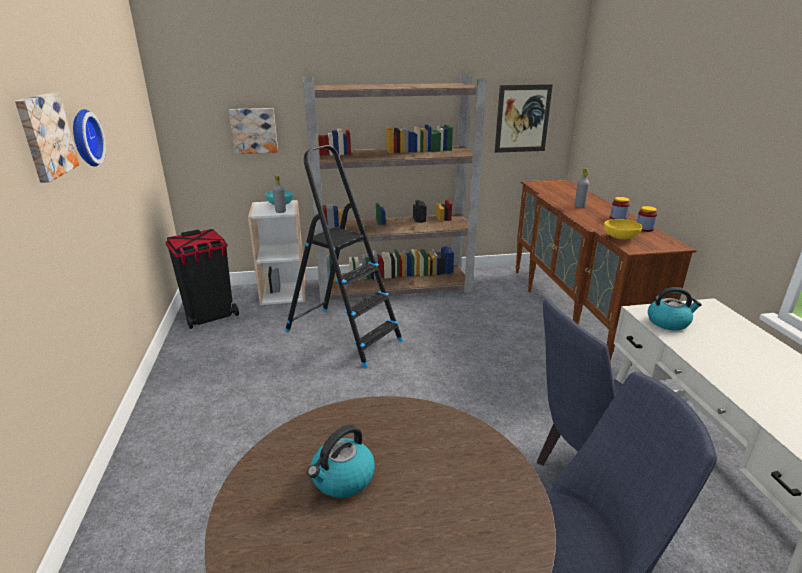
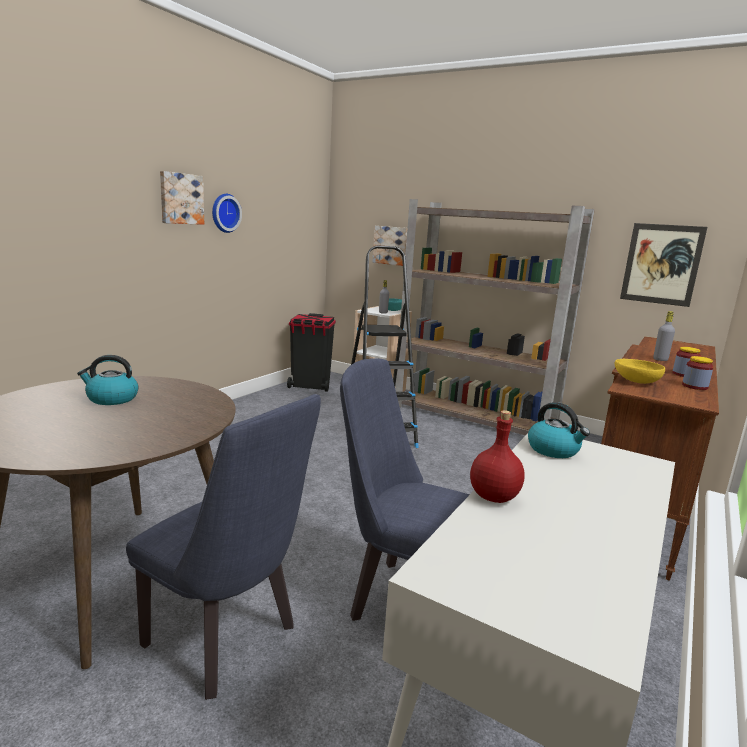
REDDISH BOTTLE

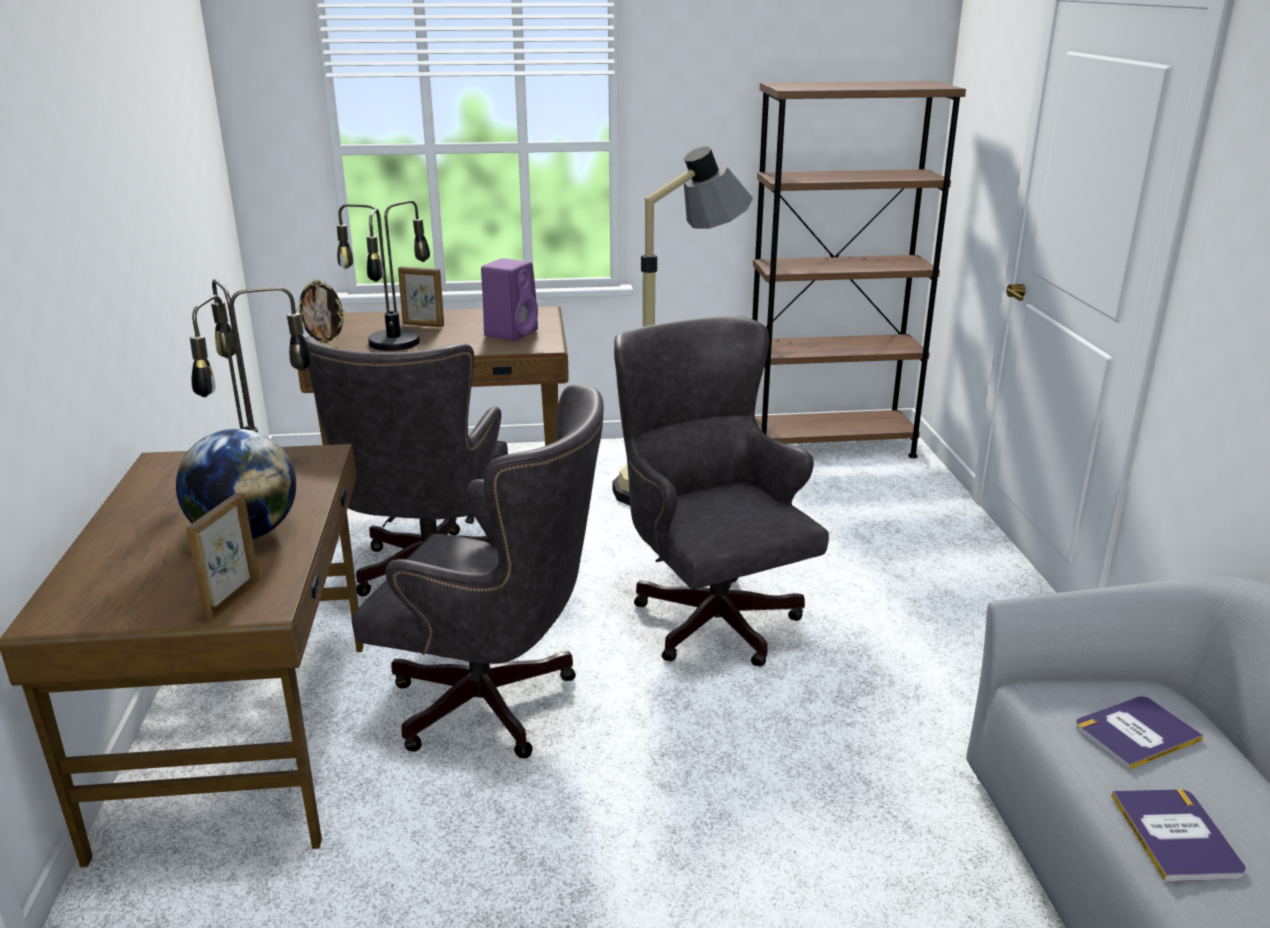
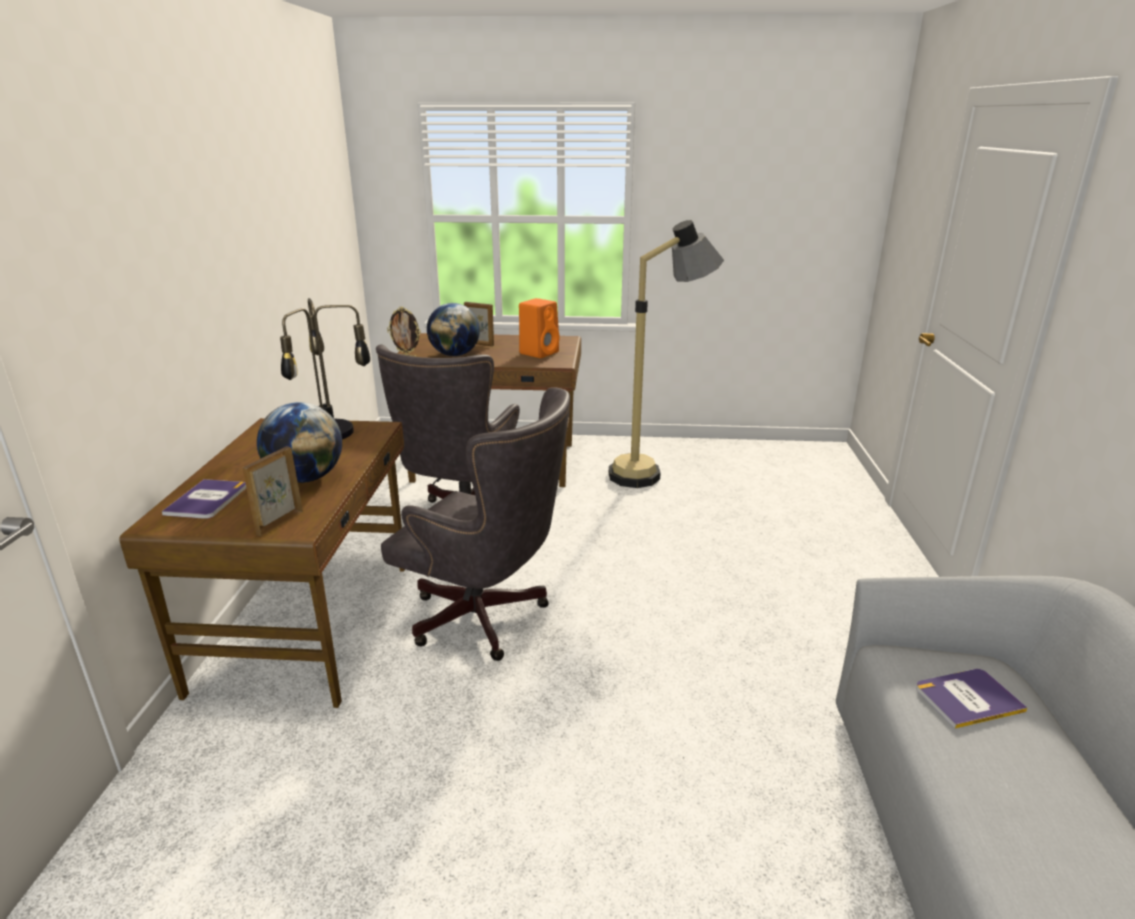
VOLUME (1st from left); GLOBE (2nd from left); ORANGE LOUDSPEAKER; GRAY DESK CHAIR (3rd from left in the first image); BROWN BOOKCASE

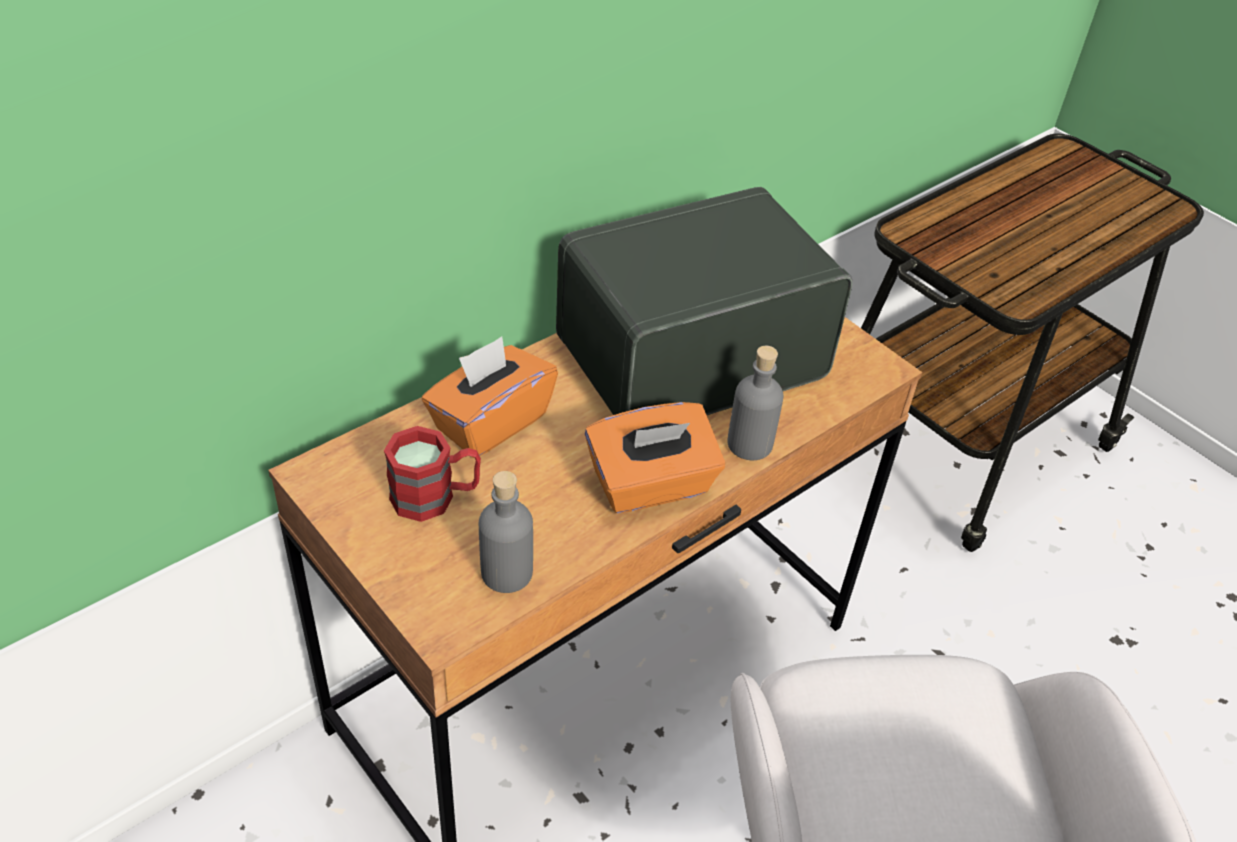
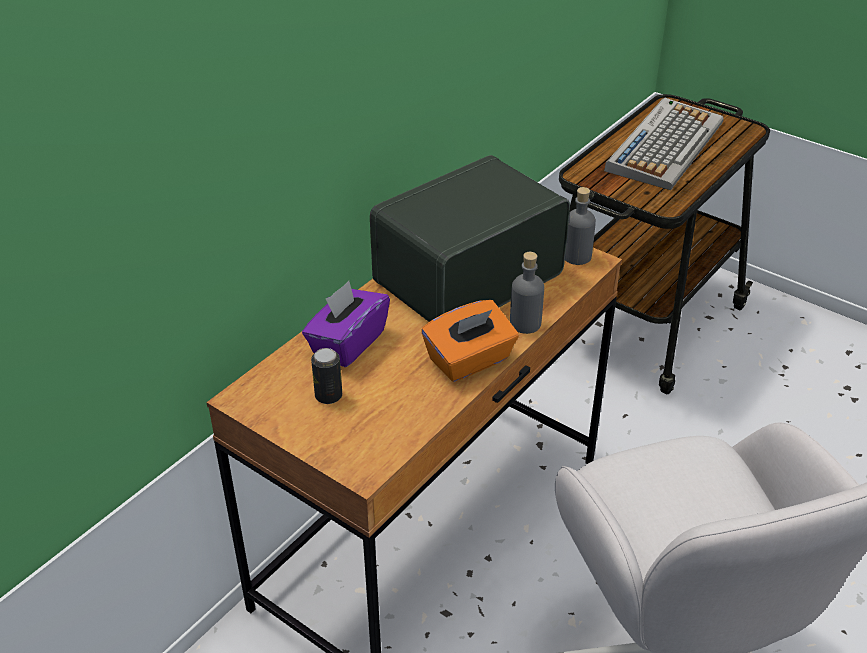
PURPLE TISSUE BOX; SEALED CAN; GRAY BOTTLE (2nd from left); PC KEYBOARD

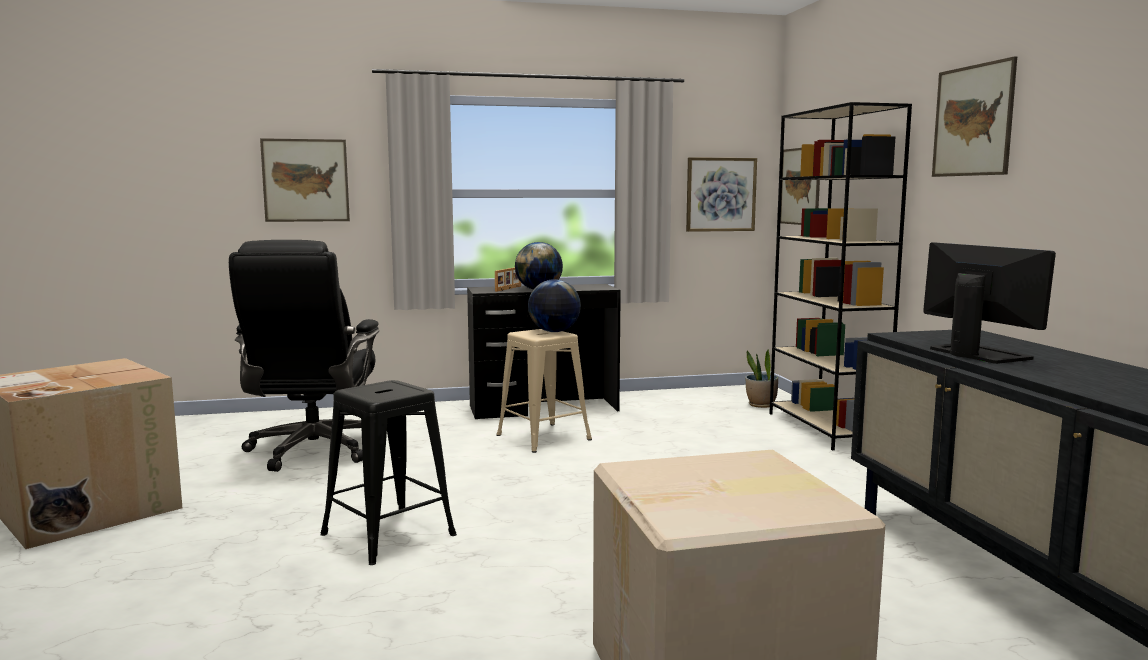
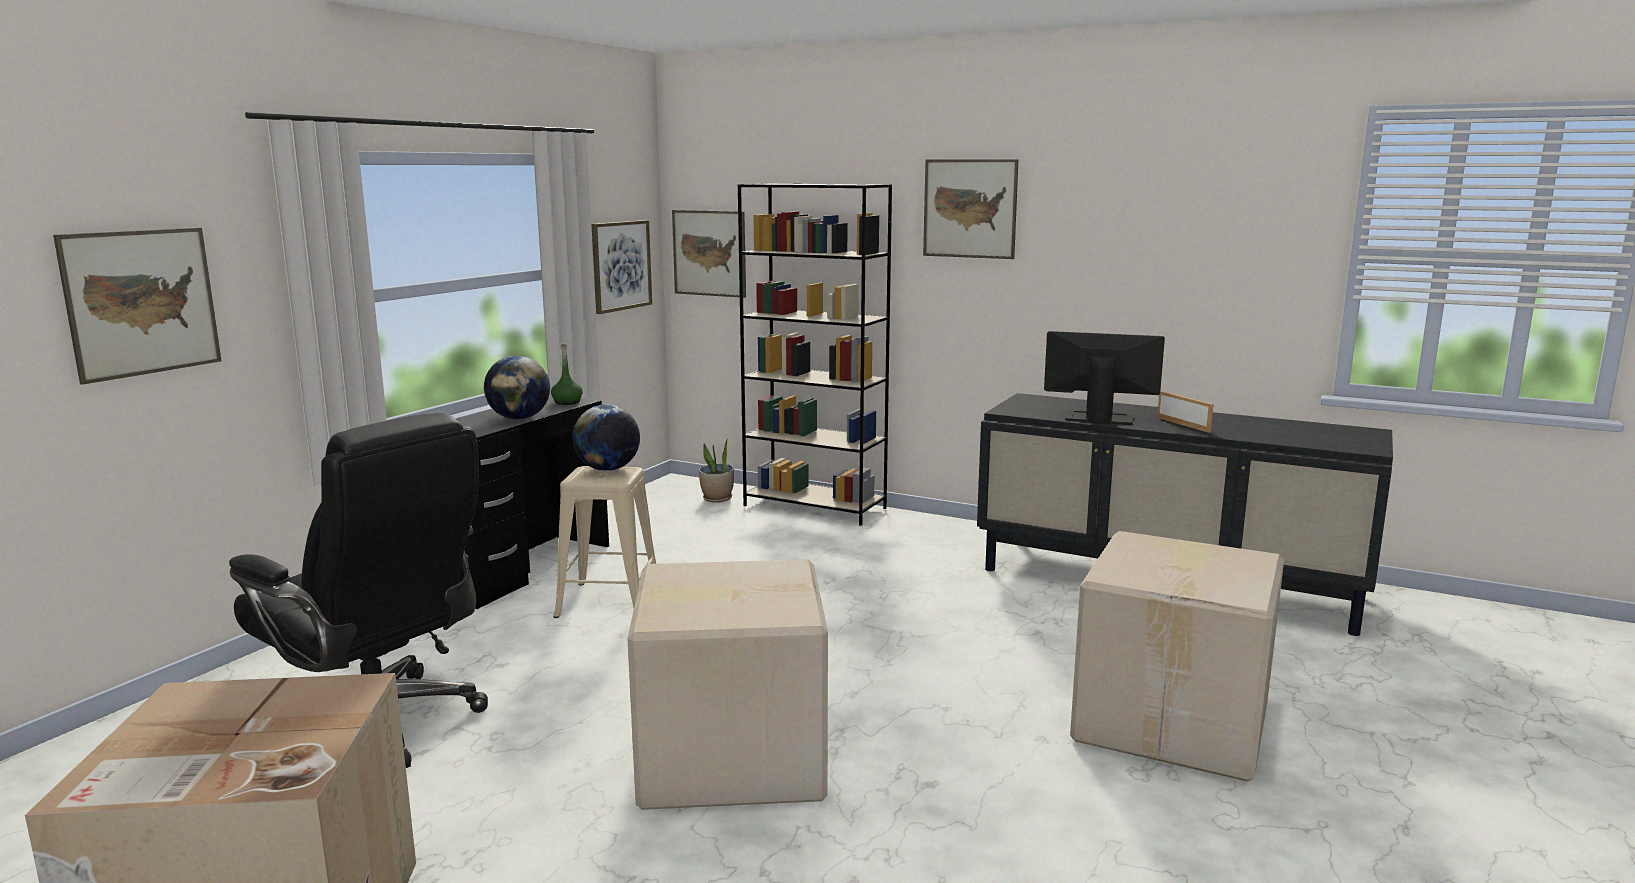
GREEN-COLOURED BOTTLE; CARDBOARD BOX (2nd from left); STANDING FRAME

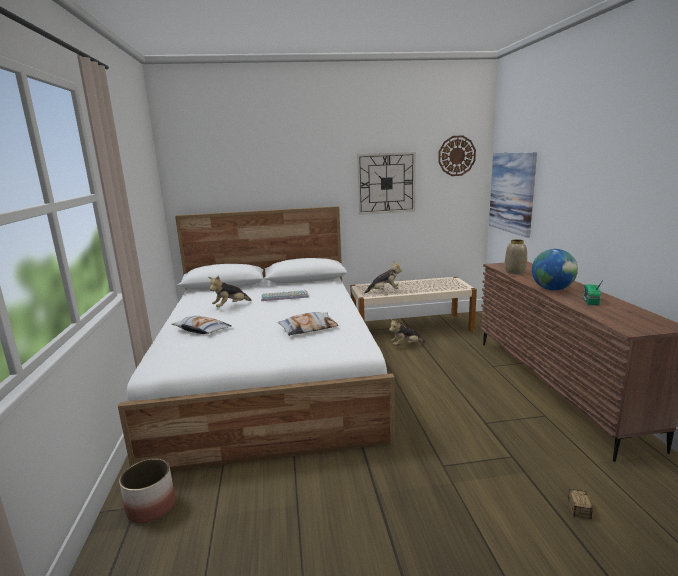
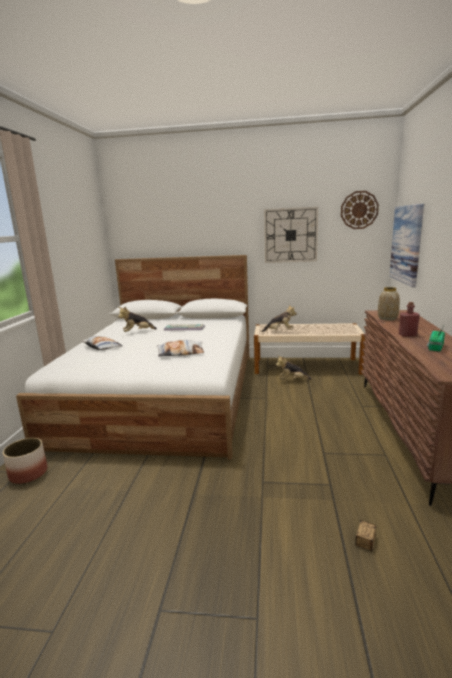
REDDISH BOTTLE

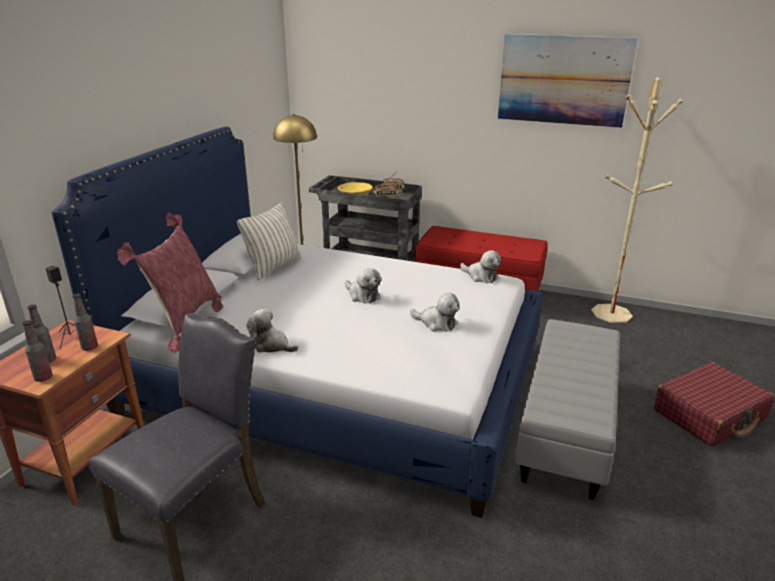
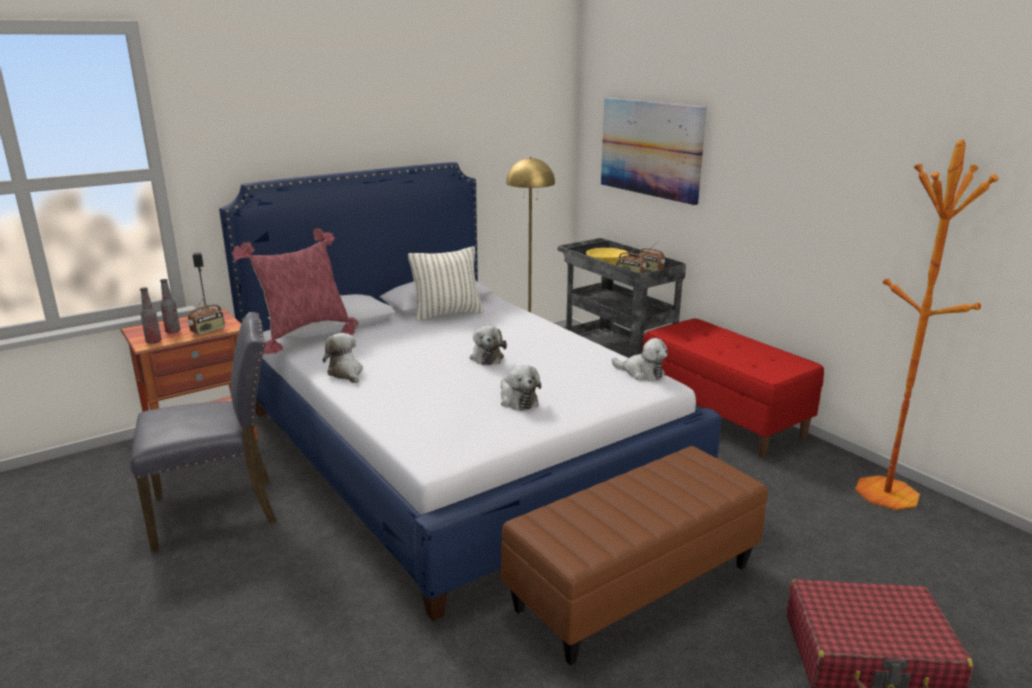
RADIO SET (1st from left); BROWN POUFFE; WALL ART; PLUSH TOY (4th from left); ORANGE GARMENT STAND

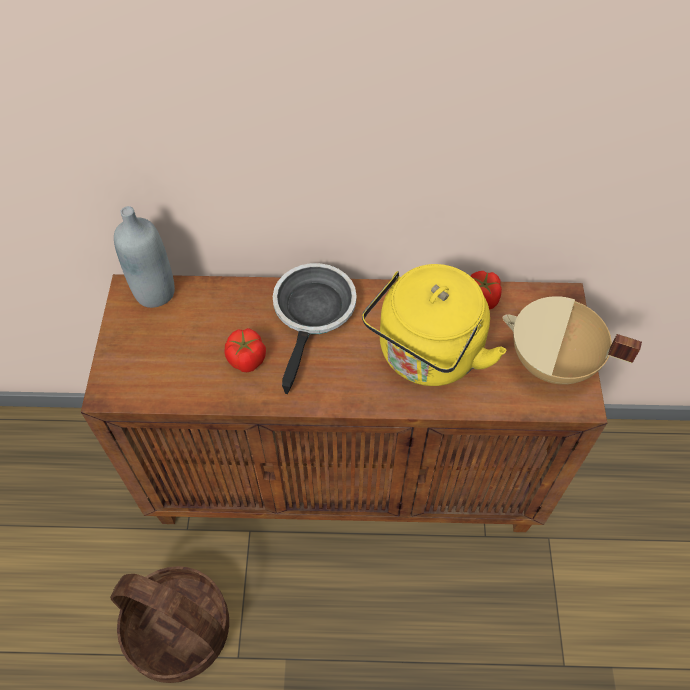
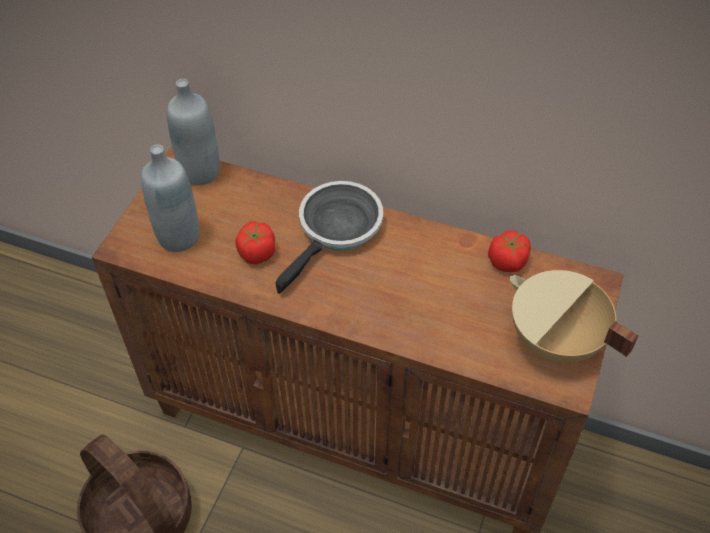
GRAY BOTTLE (1st from left); YELLOWISH KETTLE

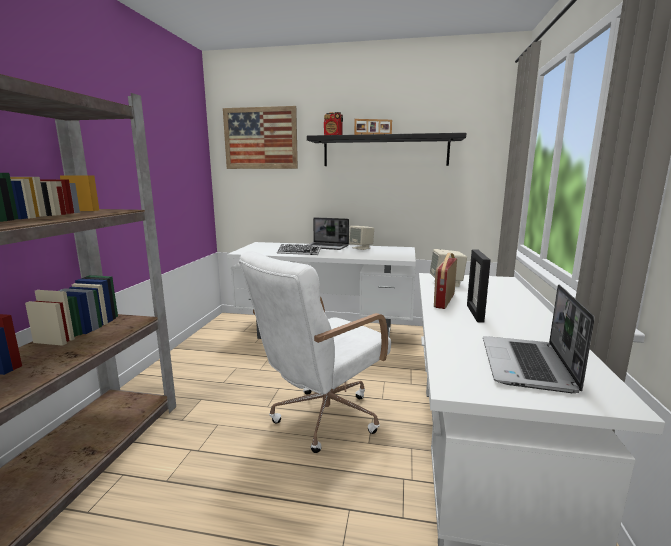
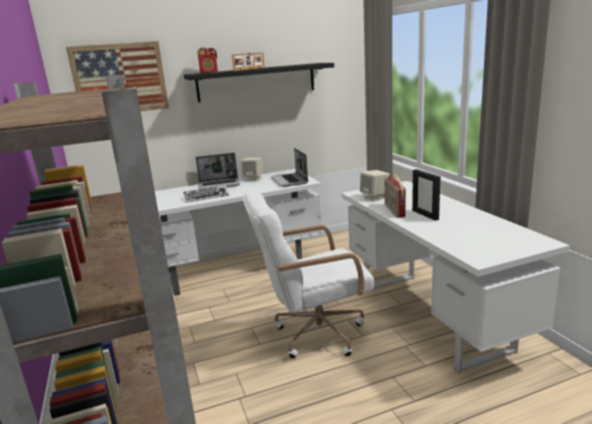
WHITISH DESK CHAIR; PORTABLE COMPUTER (2nd from left)

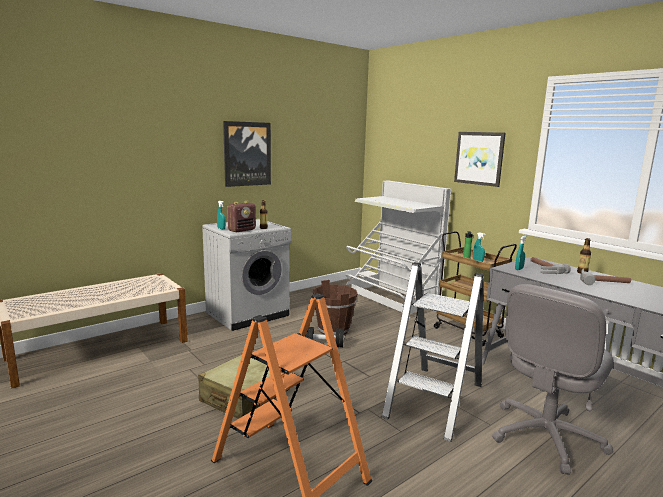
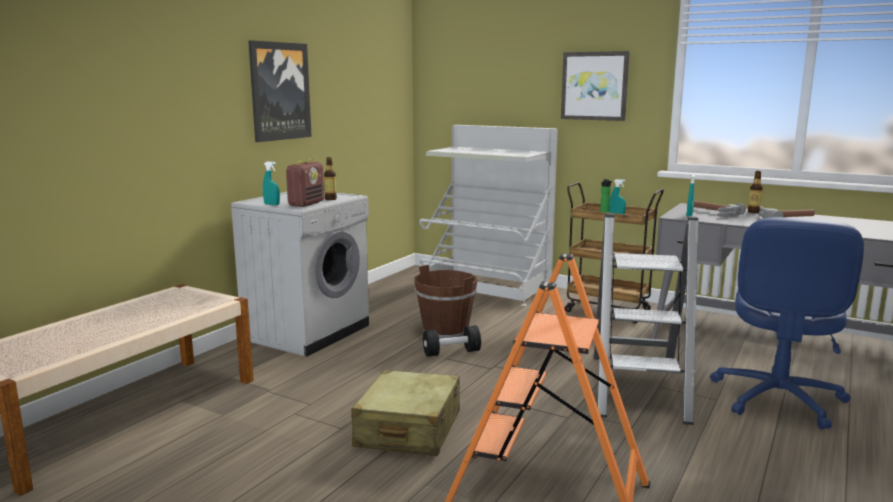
BLUISH DESK CHAIR

